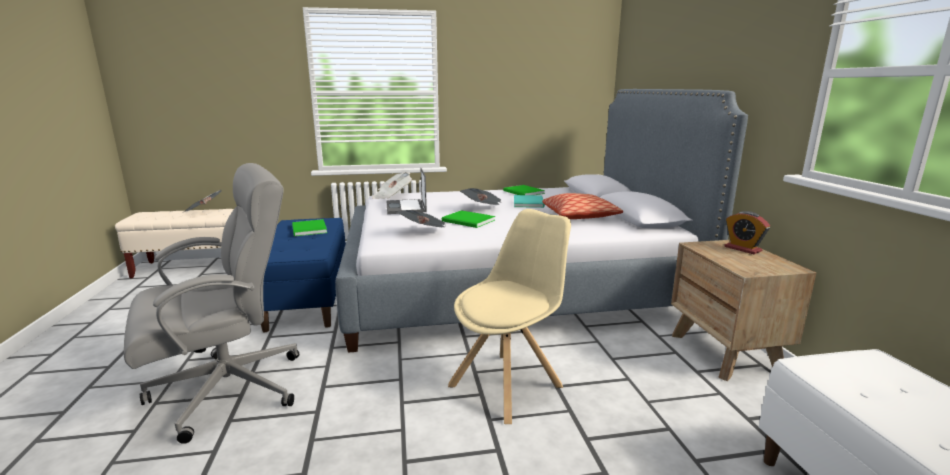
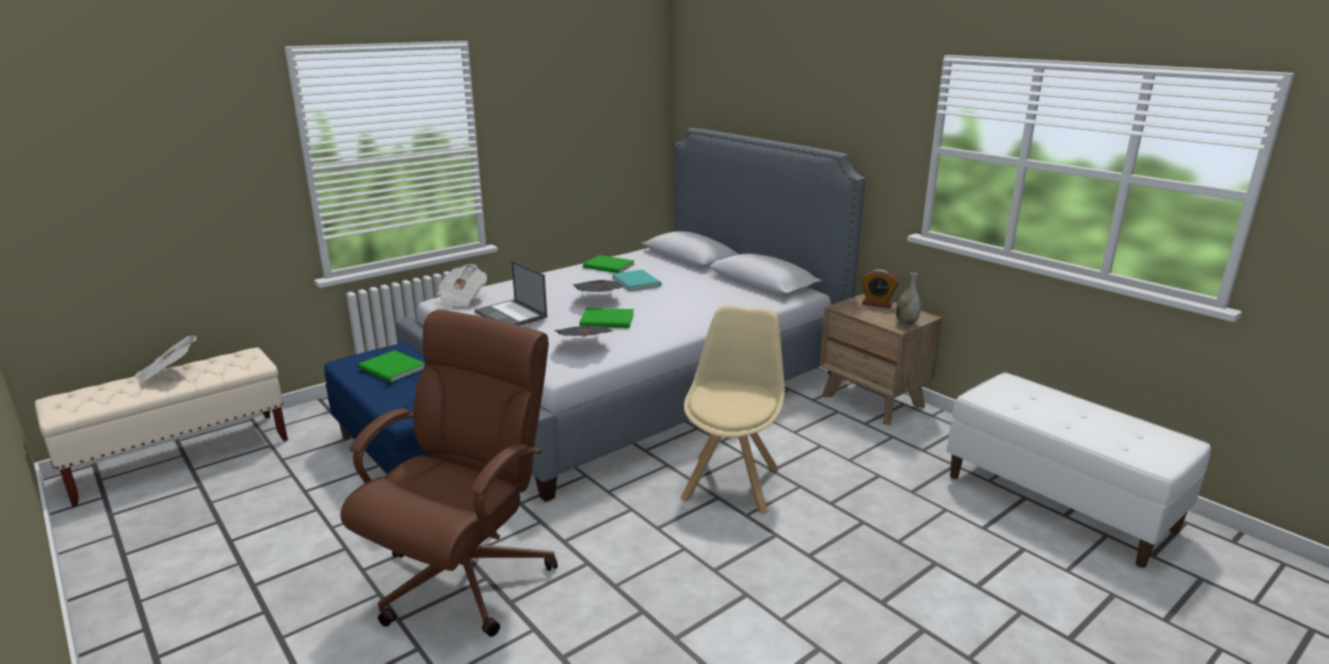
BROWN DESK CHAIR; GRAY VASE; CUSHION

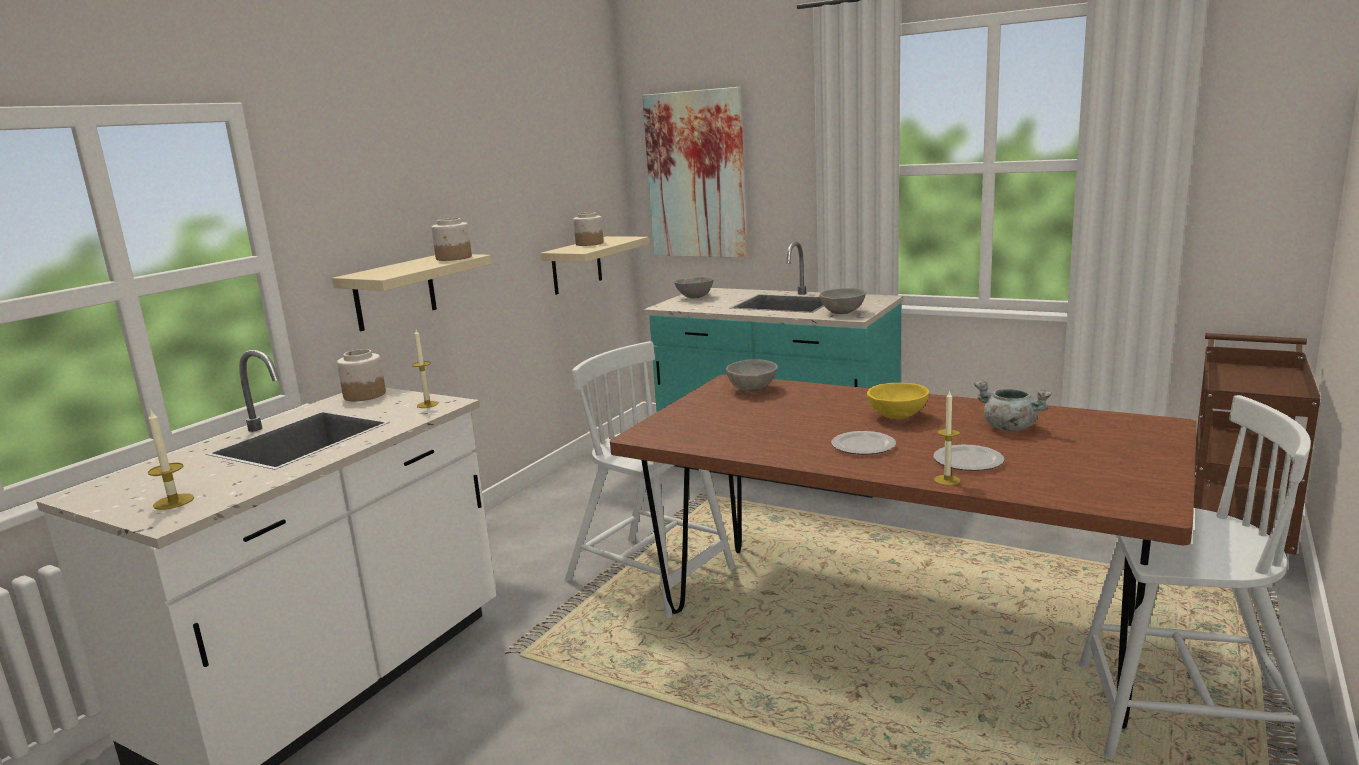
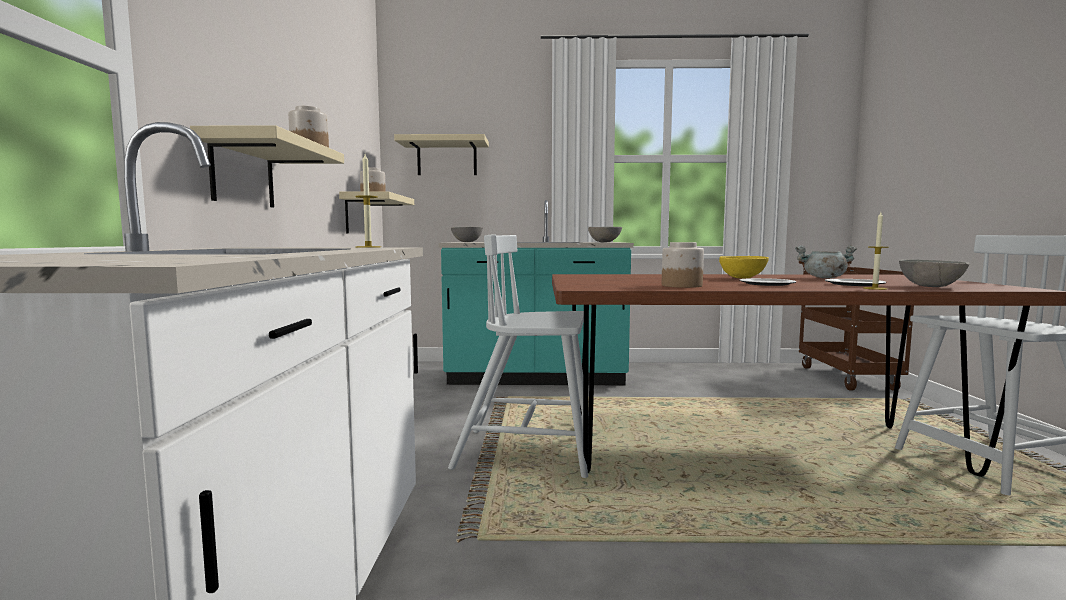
BEIGE WALL SHELF (3rd from left); PRESERVE JAR (3rd from left); GRAY SERVING BOWL (3rd from left); WAX LIGHT (1st from left in the first image)

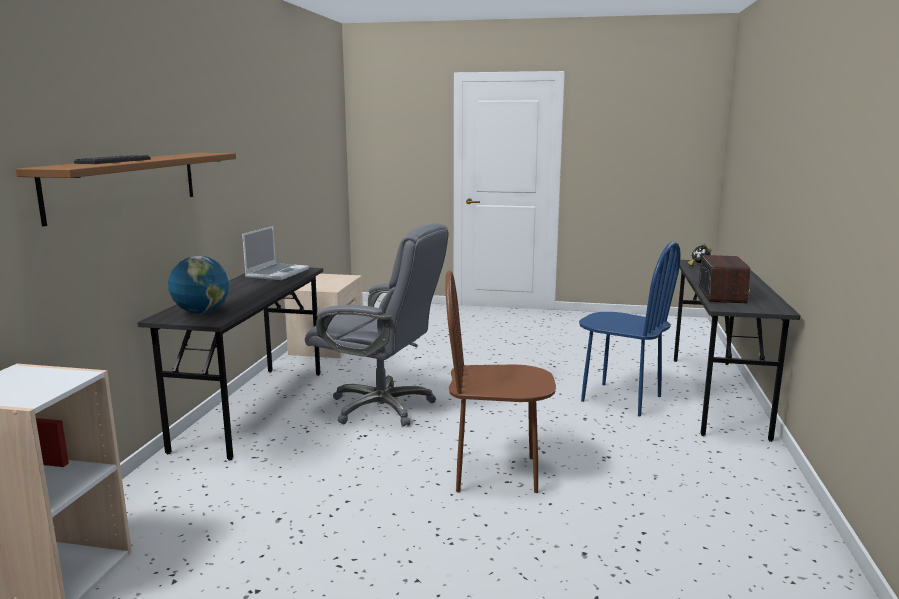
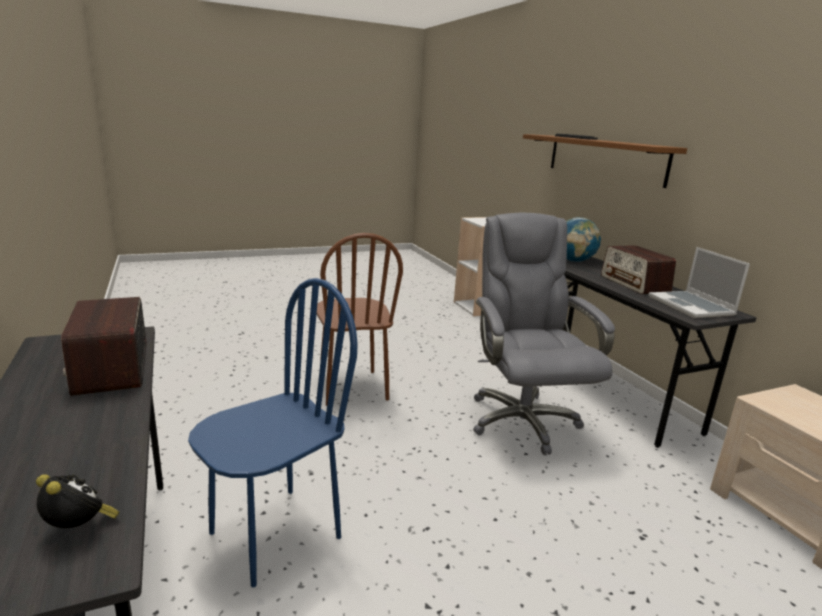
BLUISH PLAIN CHAIR; BROWN PLAIN CHAIR; GRAY DESK CHAIR; RADIO SET (2nd from left)

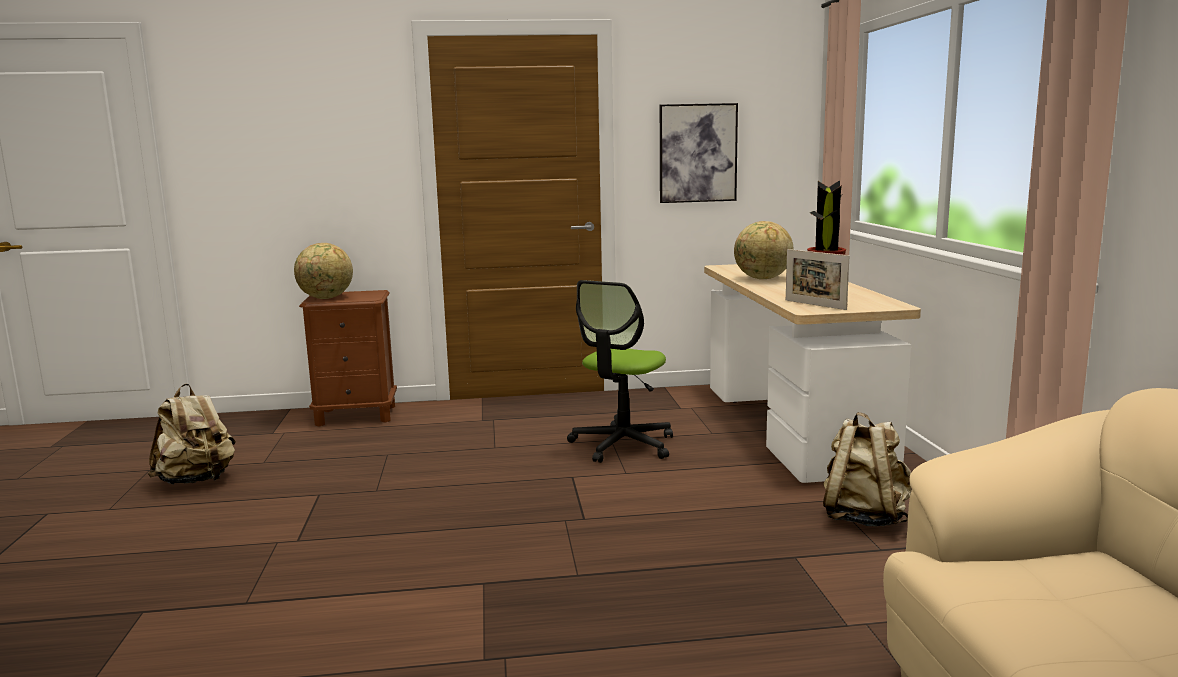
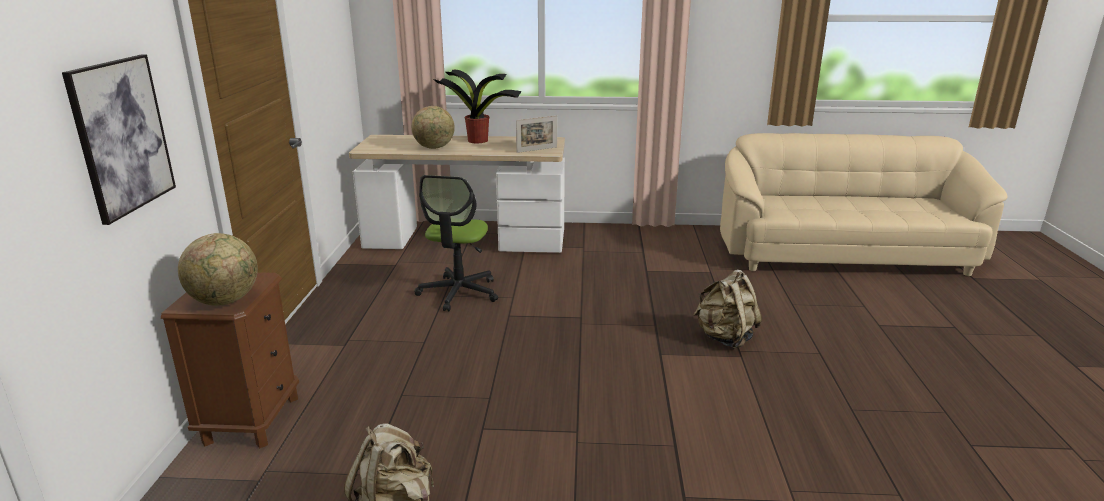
WALL ART; DESK CHAIR; BEIGE BACKPACK (2nd from left)

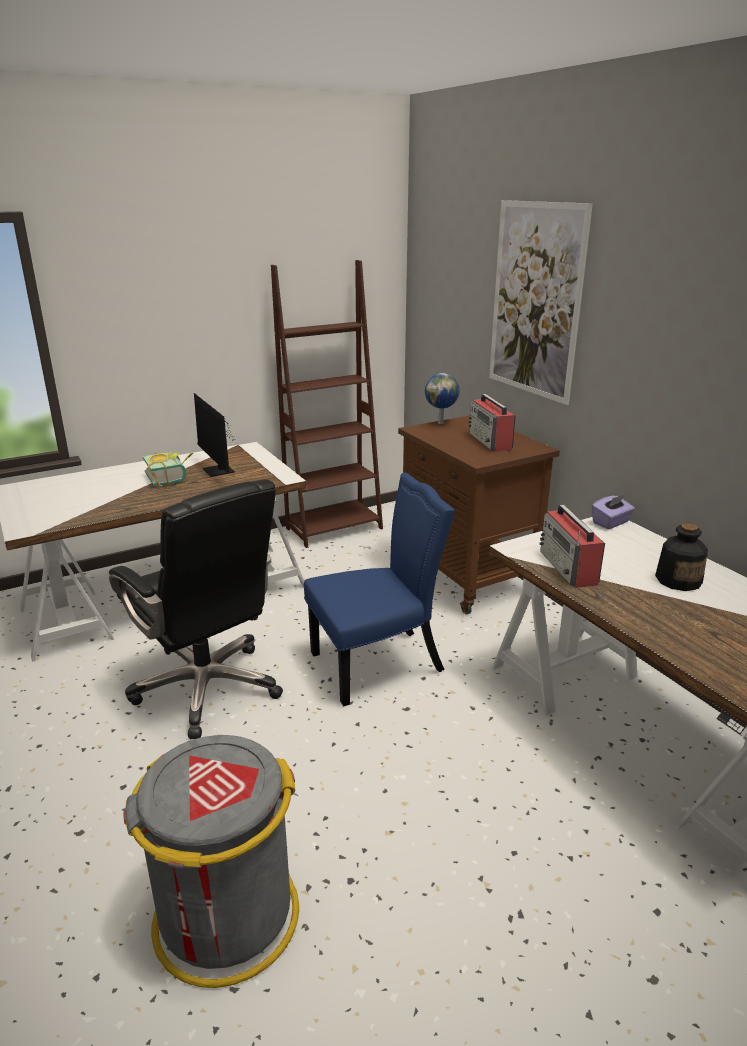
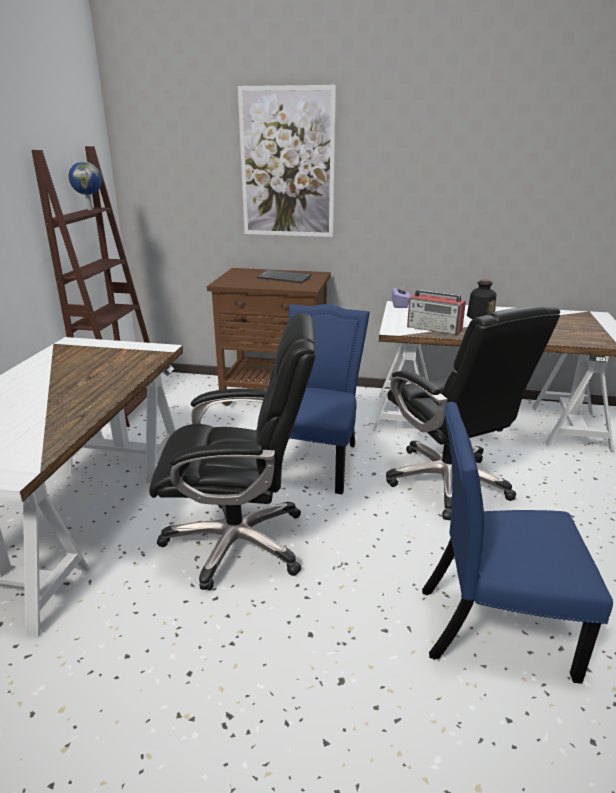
GLOBE; PC KEYBOARD; BLACKISH DESK CHAIR (2nd from left); BLUISH PLAIN CHAIR (2nd from left); VOLUME; COMPUTER DISPLAY

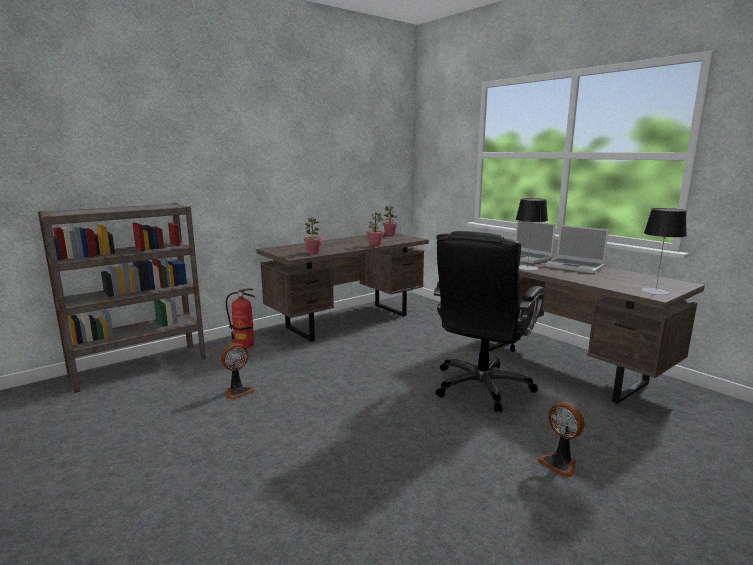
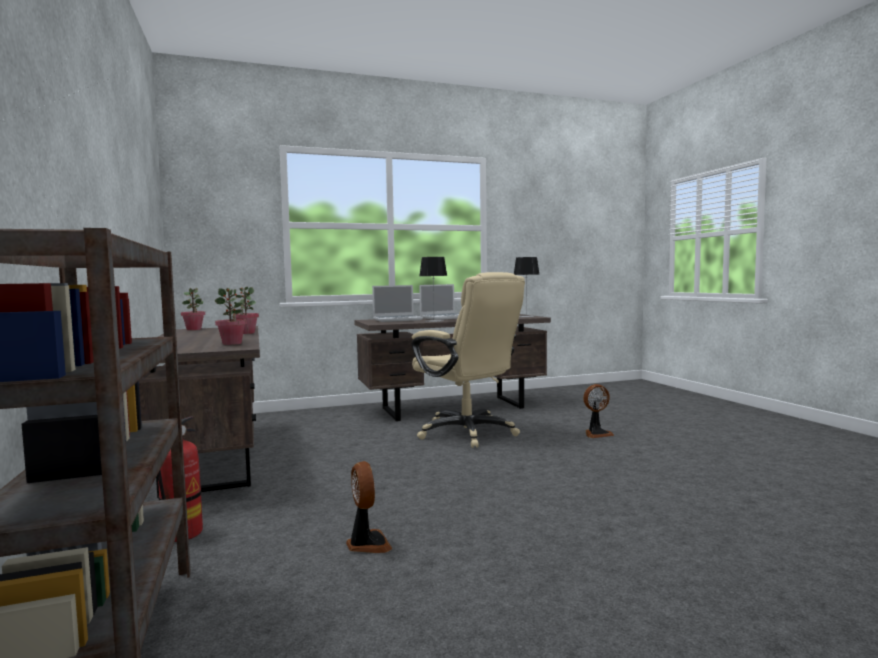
BEIGE DESK CHAIR

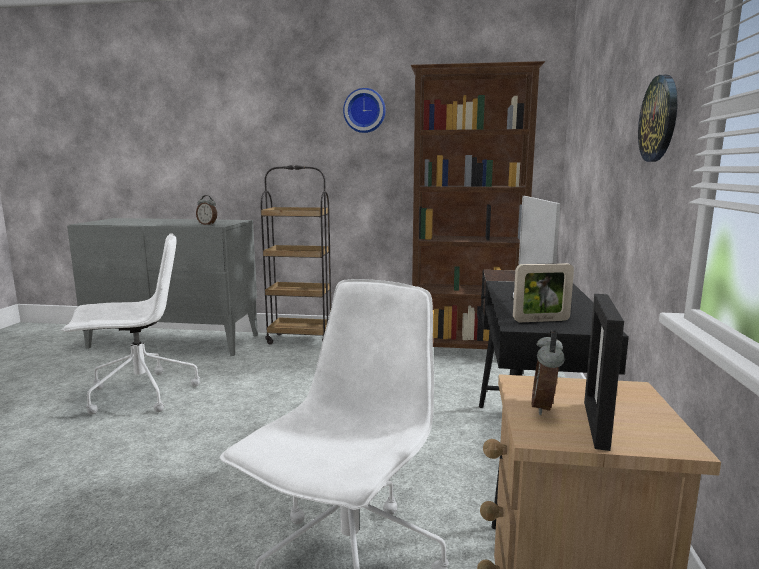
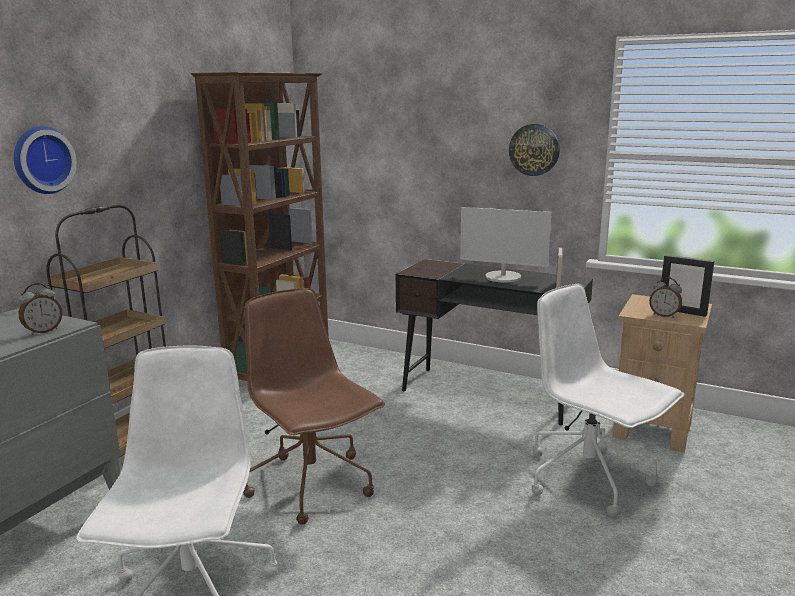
HANGING CLOCK (1st from left); BROWN DESK CHAIR

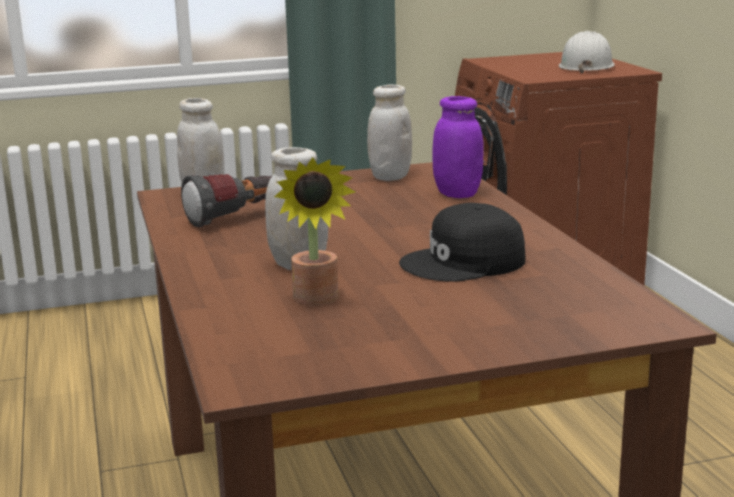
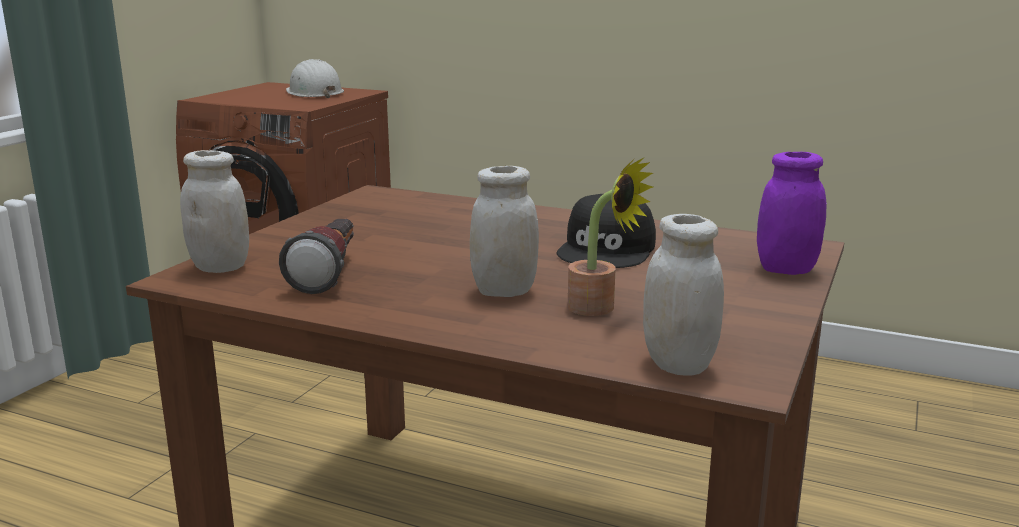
WHITISH PRESERVE JAR (3rd from left); PURPLE PRESERVE JAR

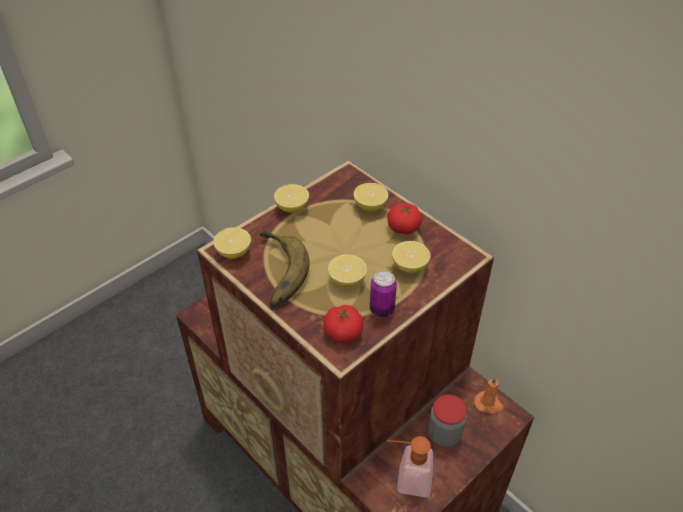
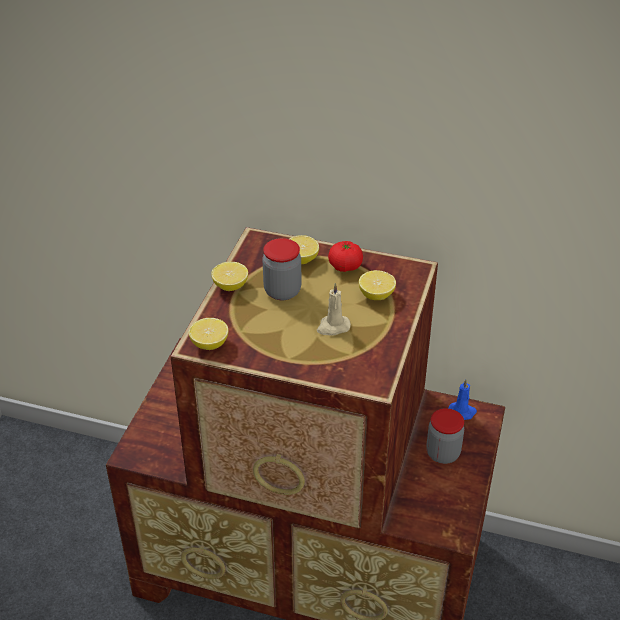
PRESERVE JAR (1st from left); BEIGE WAX LIGHT; BLUISH WAX LIGHT; BANANA FRUIT; FRESH TOMATO (1st from left in the first image); SEALED CAN; LIQUID SOAP BOTTLE

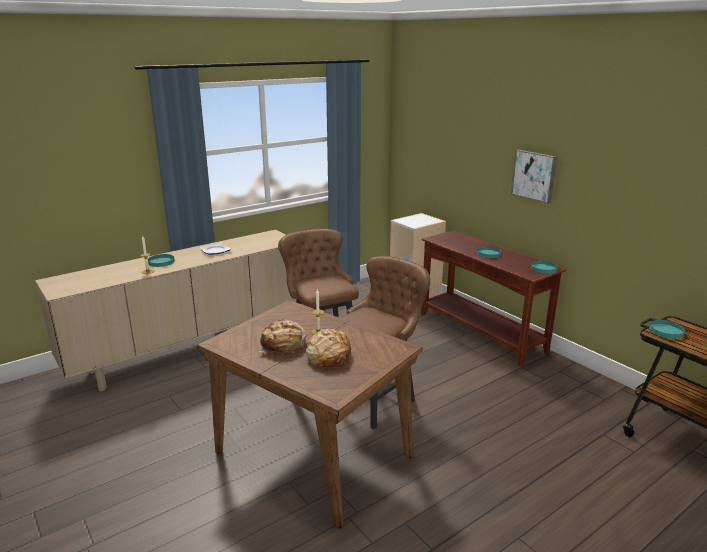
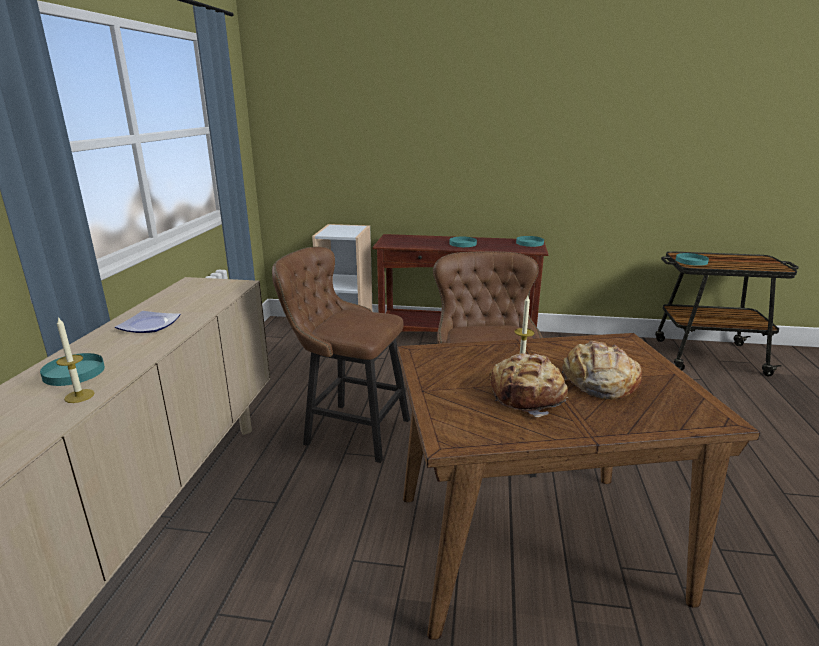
WALL ART

